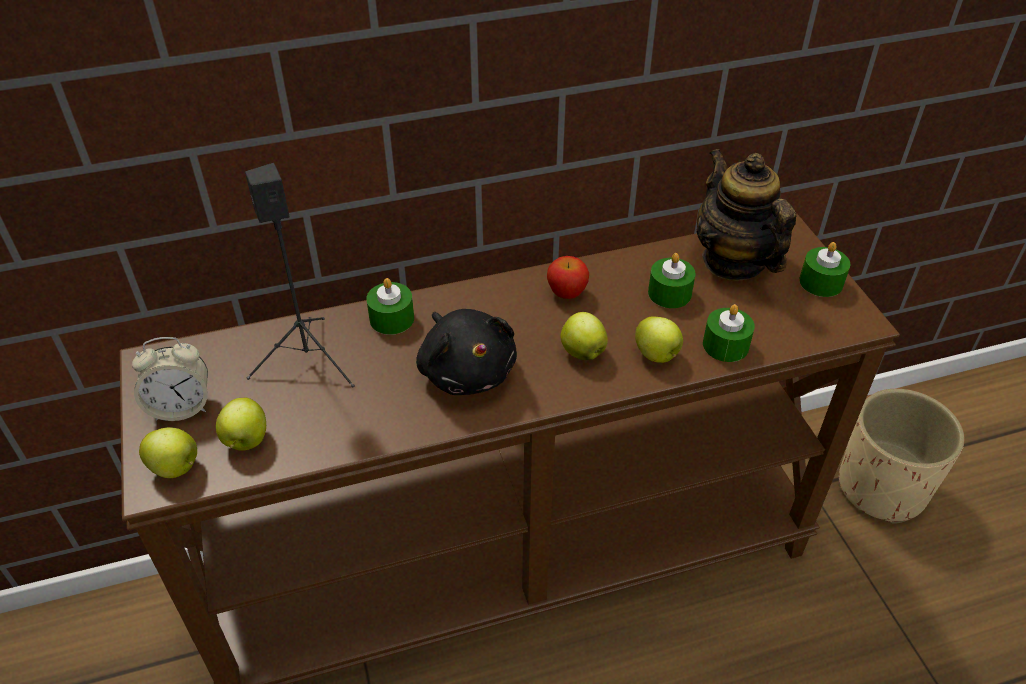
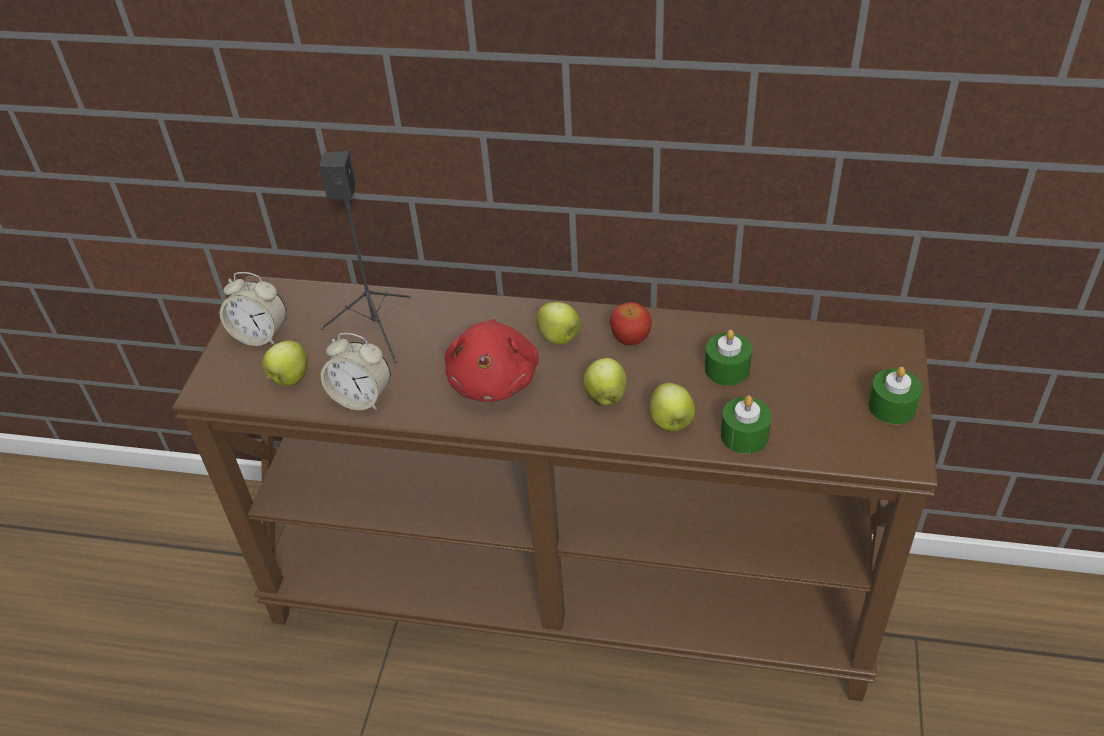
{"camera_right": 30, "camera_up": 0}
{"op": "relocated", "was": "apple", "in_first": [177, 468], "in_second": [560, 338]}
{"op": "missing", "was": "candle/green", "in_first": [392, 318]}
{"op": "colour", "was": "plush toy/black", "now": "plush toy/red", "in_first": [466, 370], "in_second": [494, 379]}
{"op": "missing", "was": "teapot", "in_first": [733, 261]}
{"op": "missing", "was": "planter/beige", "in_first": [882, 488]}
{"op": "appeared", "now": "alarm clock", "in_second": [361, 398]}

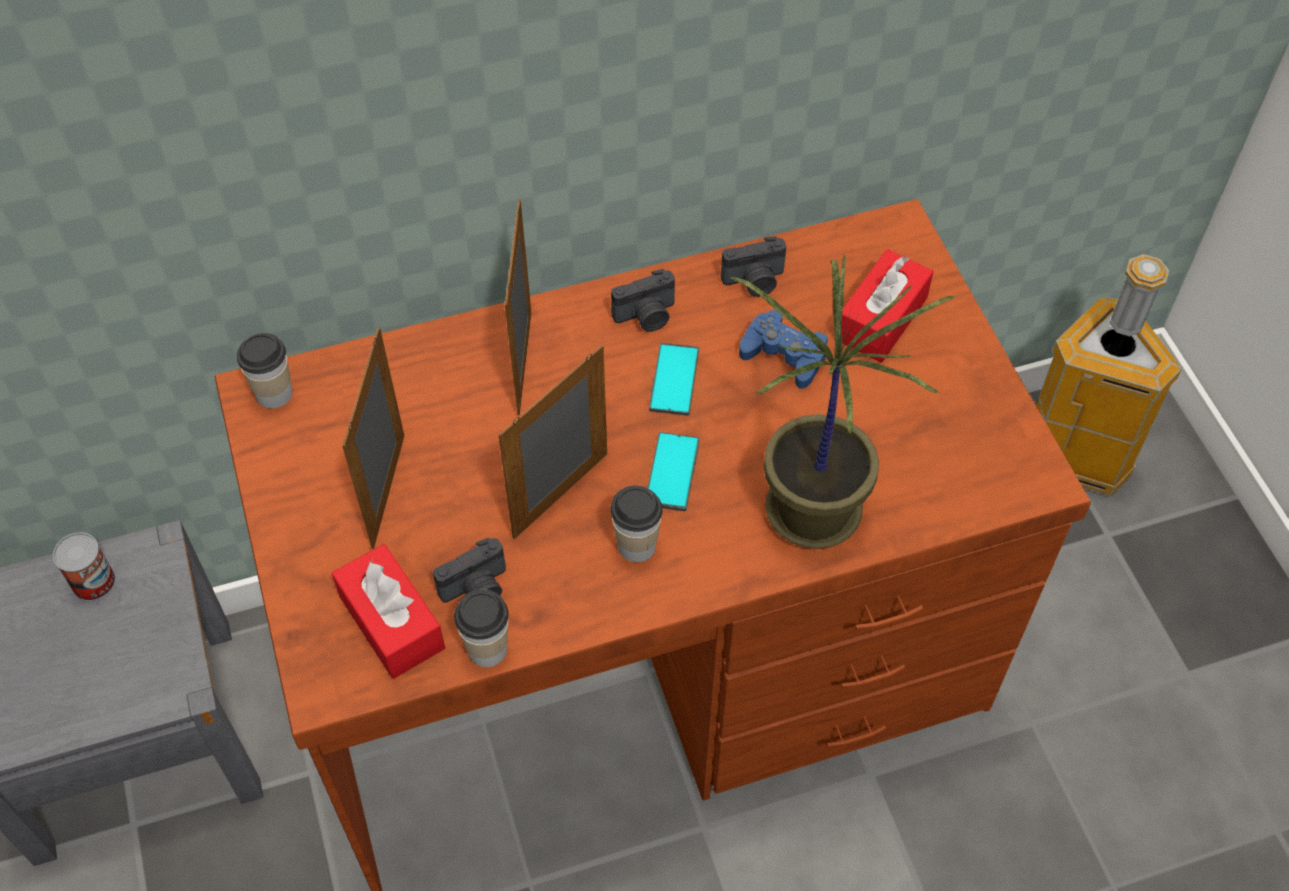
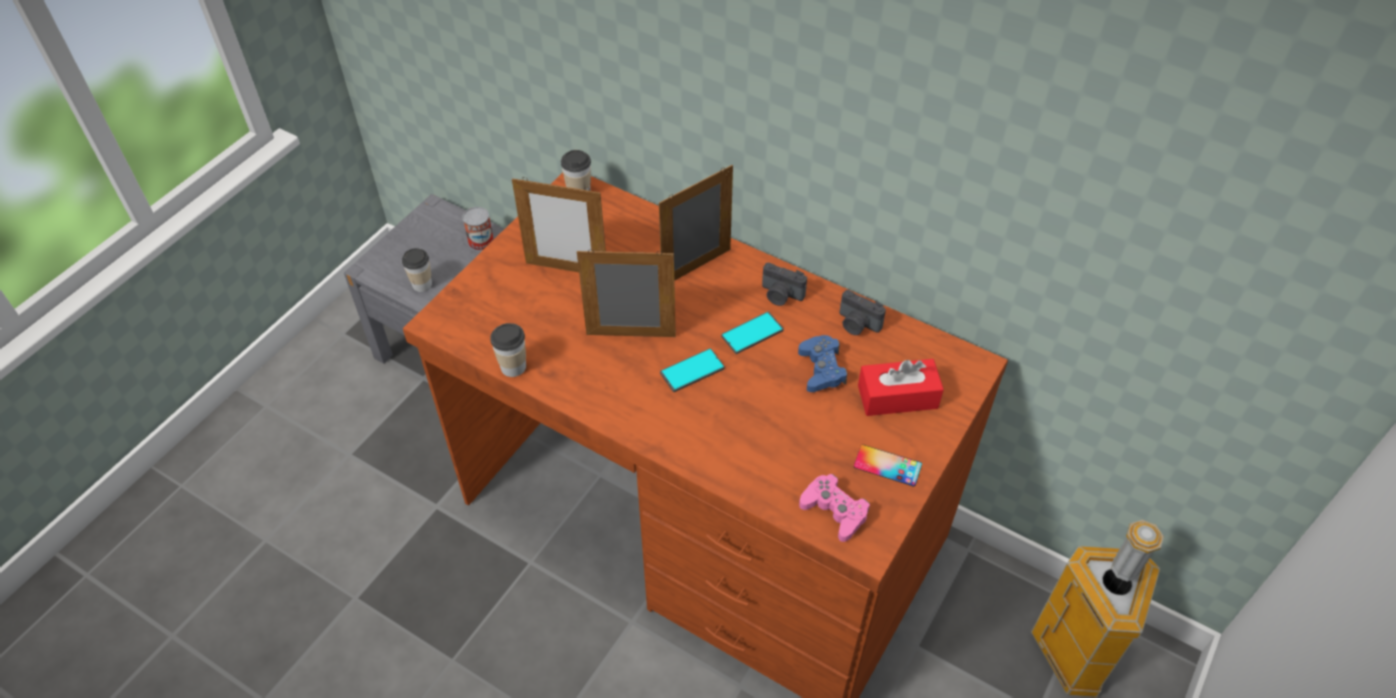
{"camera_right": 50, "camera_up": -5}
{"op": "missing", "was": "tissue box/red", "in_first": [391, 622]}
{"op": "spun", "was": "picture frame", "in_first": [388, 491], "in_second": [566, 269], "clockwise": -135}
{"op": "missing", "was": "photo camera", "in_first": [477, 589]}
{"op": "relocated", "was": "cup", "in_first": [636, 545], "in_second": [422, 284]}
{"op": "missing", "was": "potted plant", "in_first": [810, 508]}
{"op": "appeared", "now": "game controller/pink", "in_second": [834, 511]}
{"op": "appeared", "now": "phone", "in_second": [887, 465]}

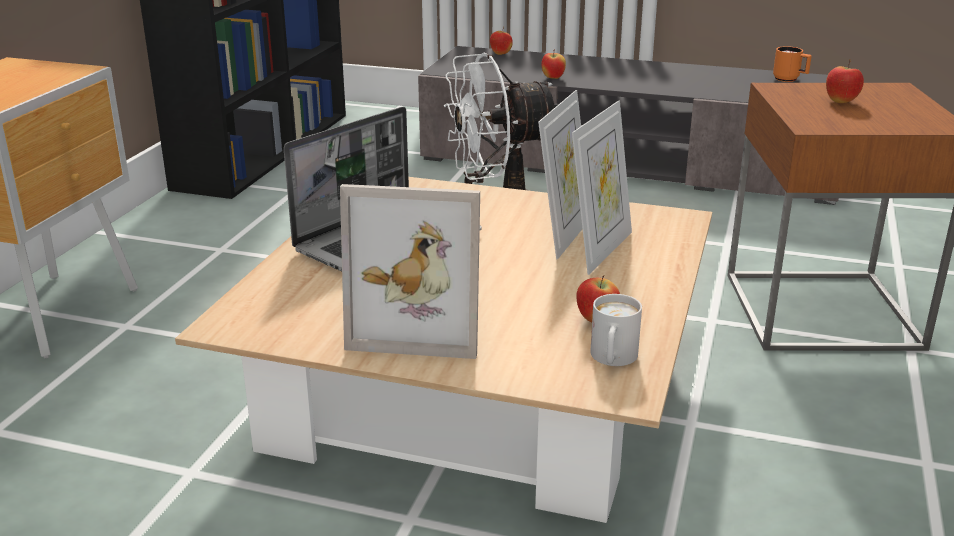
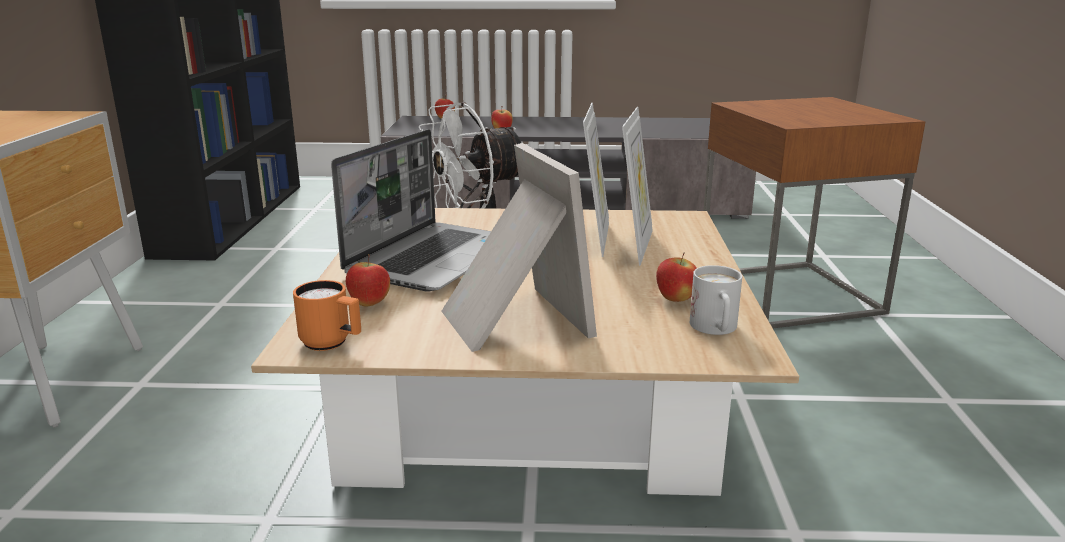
{"camera_right": -15, "camera_up": -5}
{"op": "spun", "was": "picture frame", "in_first": [421, 322], "in_second": [510, 320], "clockwise": -105}
{"op": "relocated", "was": "mug/orange", "in_first": [790, 80], "in_second": [332, 344]}
{"op": "relocated", "was": "apple", "in_first": [841, 102], "in_second": [369, 304]}

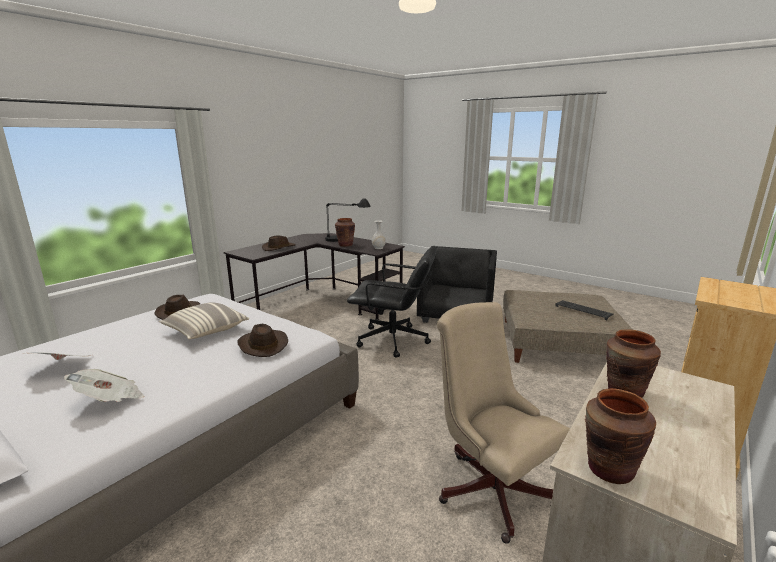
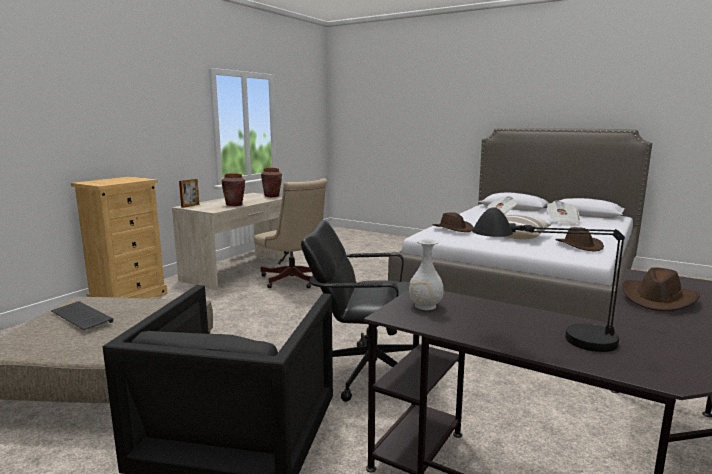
{"camera_right": 175, "camera_up": -5}
{"op": "missing", "was": "vase/brown", "in_first": [345, 245]}
{"op": "appeared", "now": "picture frame", "in_second": [190, 206]}

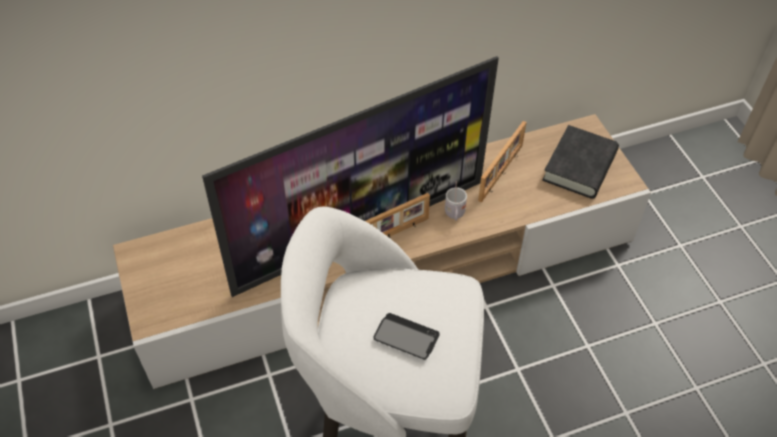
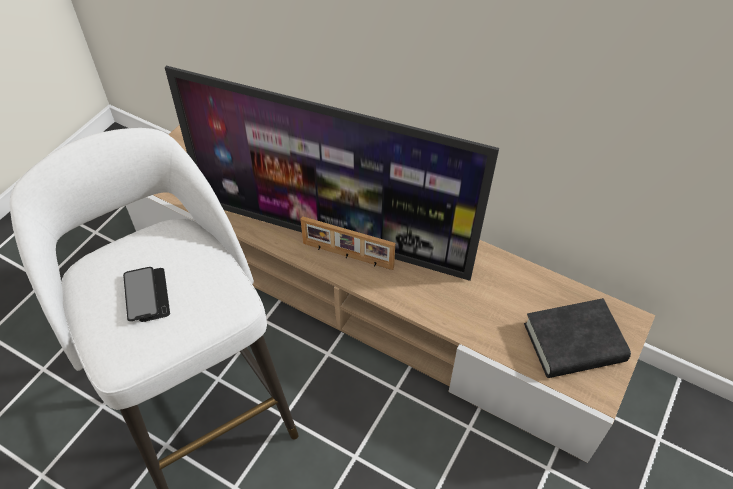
{"camera_right": 50, "camera_up": 0}
{"op": "missing", "was": "mug/white", "in_first": [454, 215]}
{"op": "missing", "was": "picture frame", "in_first": [502, 173]}

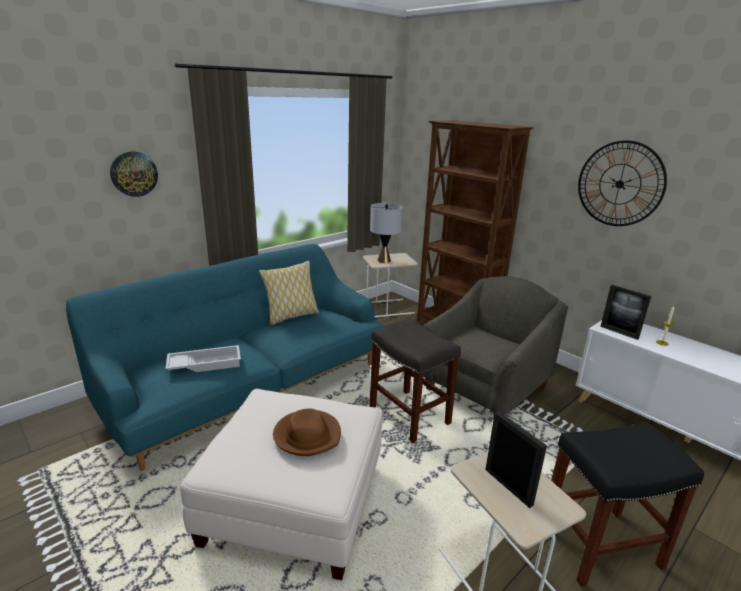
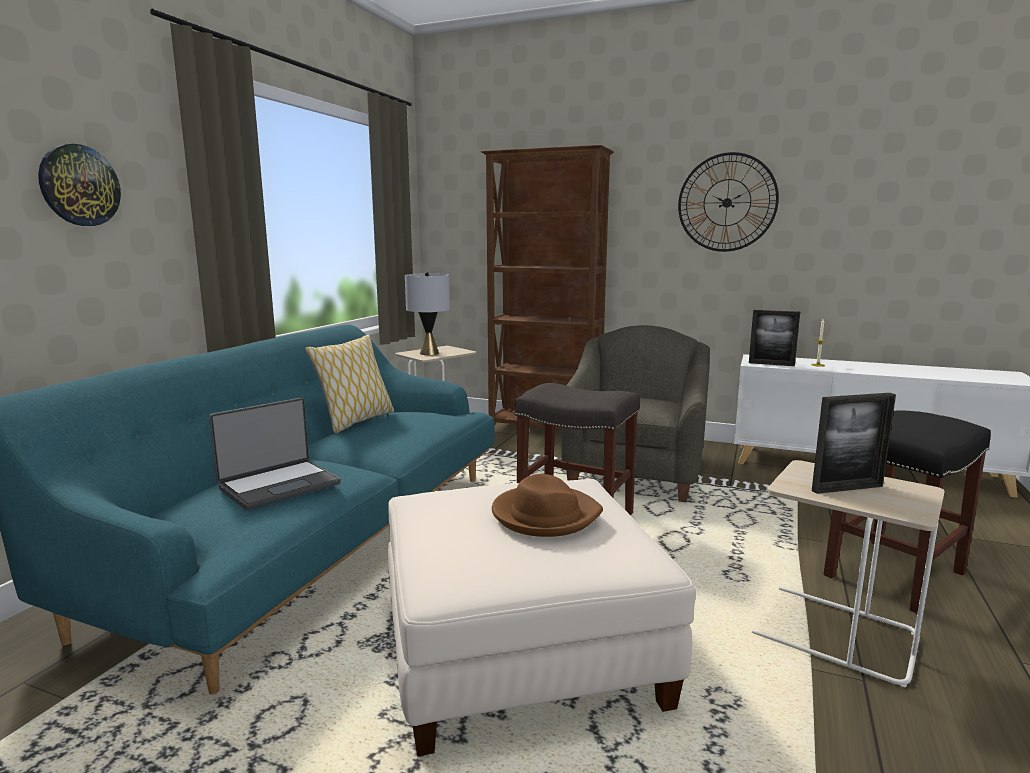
{"camera_right": -25, "camera_up": -10}
{"op": "exchanged", "was": "tray/white", "now": "laptop", "in_first": [205, 363], "in_second": [279, 485]}
{"op": "spun", "was": "picture frame", "in_first": [508, 486], "in_second": [847, 488], "clockwise": 135}

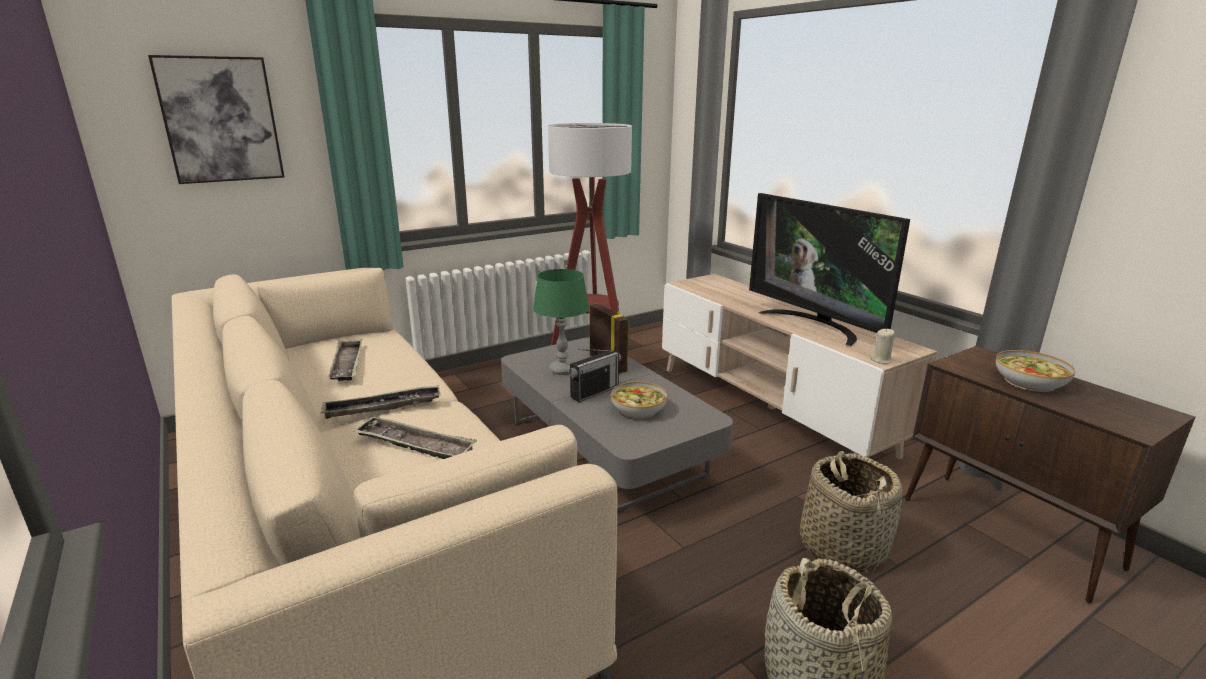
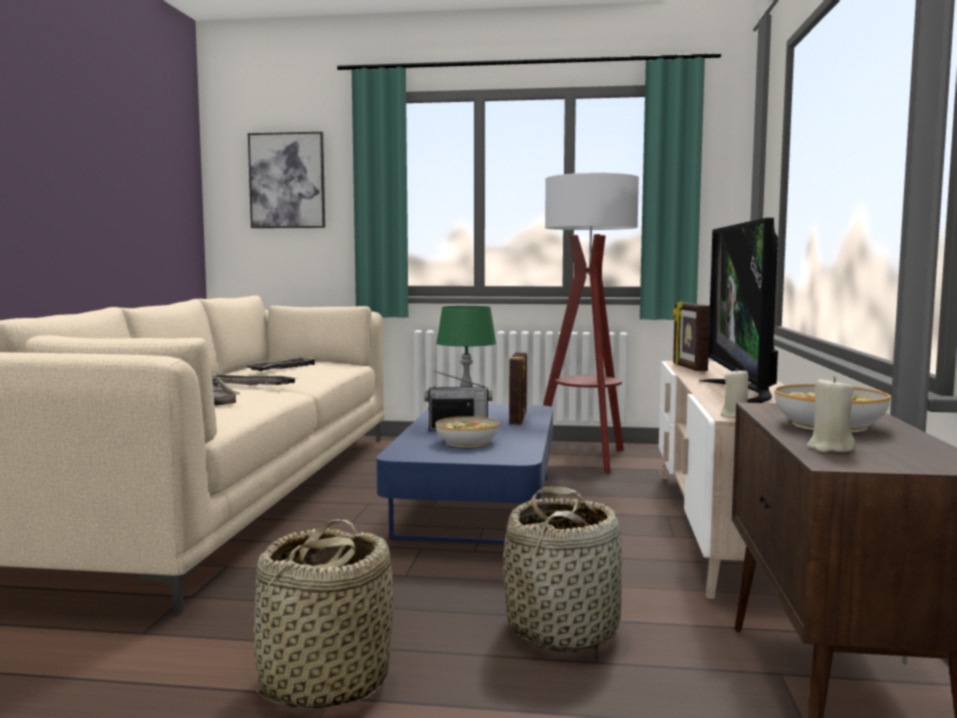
{"camera_right": 40, "camera_up": -15}
{"op": "colour", "was": "coffee table/grey", "now": "coffee table/blue", "in_first": [605, 448], "in_second": [477, 506]}
{"op": "appeared", "now": "picture frame", "in_second": [688, 368]}
{"op": "appeared", "now": "candle/beige", "in_second": [830, 448]}

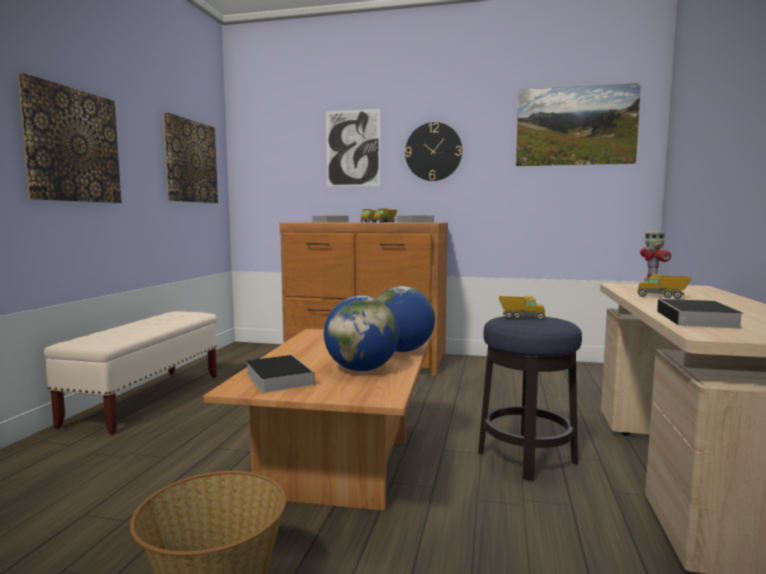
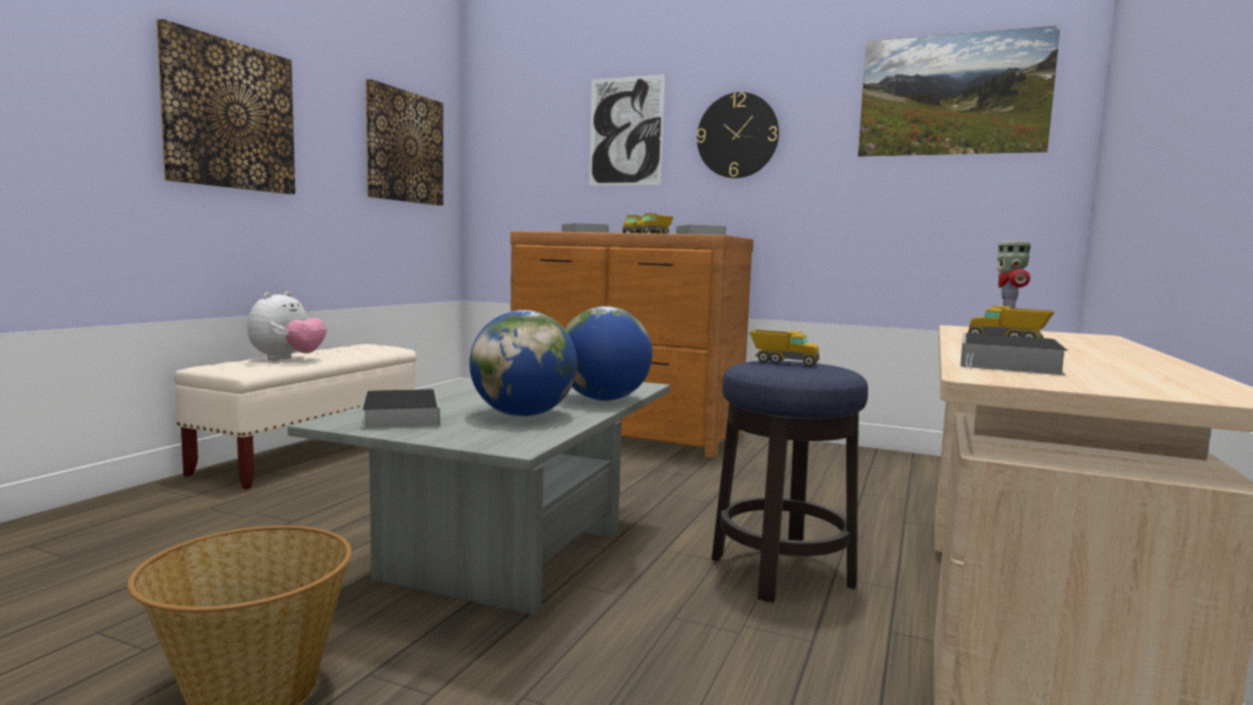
{"camera_right": 10, "camera_up": 0}
{"op": "colour", "was": "coffee table/brown", "now": "coffee table/grey", "in_first": [342, 467], "in_second": [510, 557]}
{"op": "appeared", "now": "plush toy", "in_second": [287, 359]}

